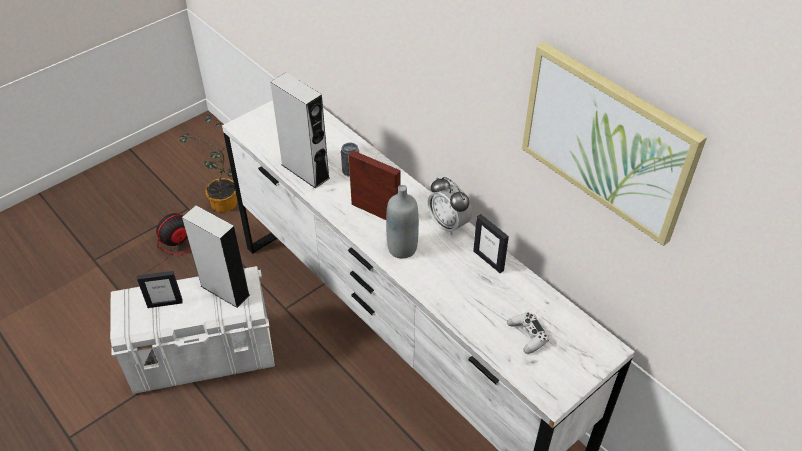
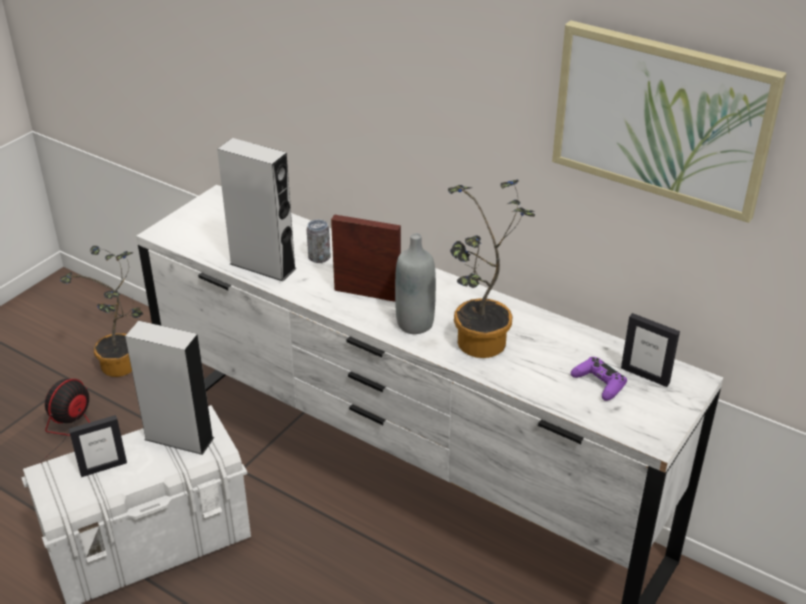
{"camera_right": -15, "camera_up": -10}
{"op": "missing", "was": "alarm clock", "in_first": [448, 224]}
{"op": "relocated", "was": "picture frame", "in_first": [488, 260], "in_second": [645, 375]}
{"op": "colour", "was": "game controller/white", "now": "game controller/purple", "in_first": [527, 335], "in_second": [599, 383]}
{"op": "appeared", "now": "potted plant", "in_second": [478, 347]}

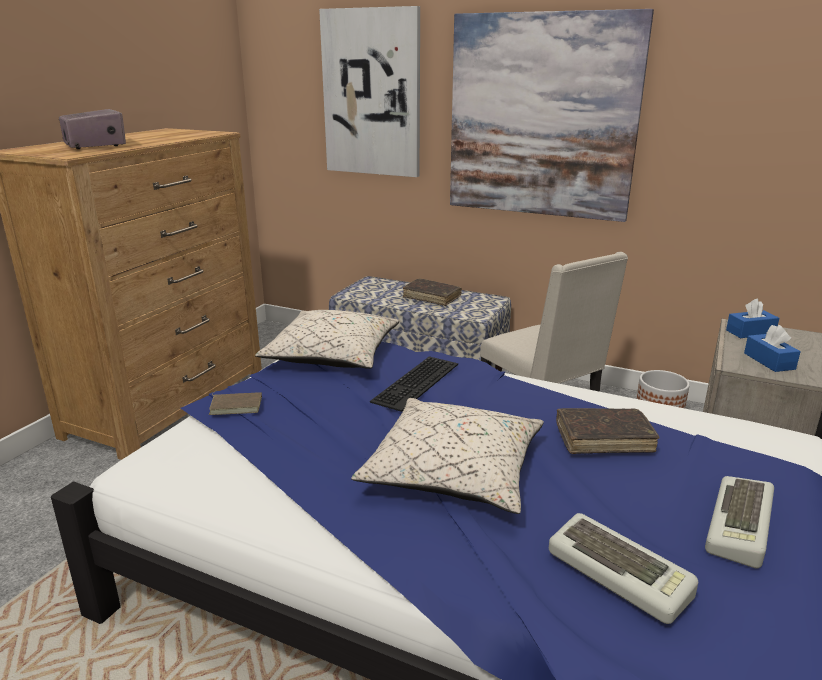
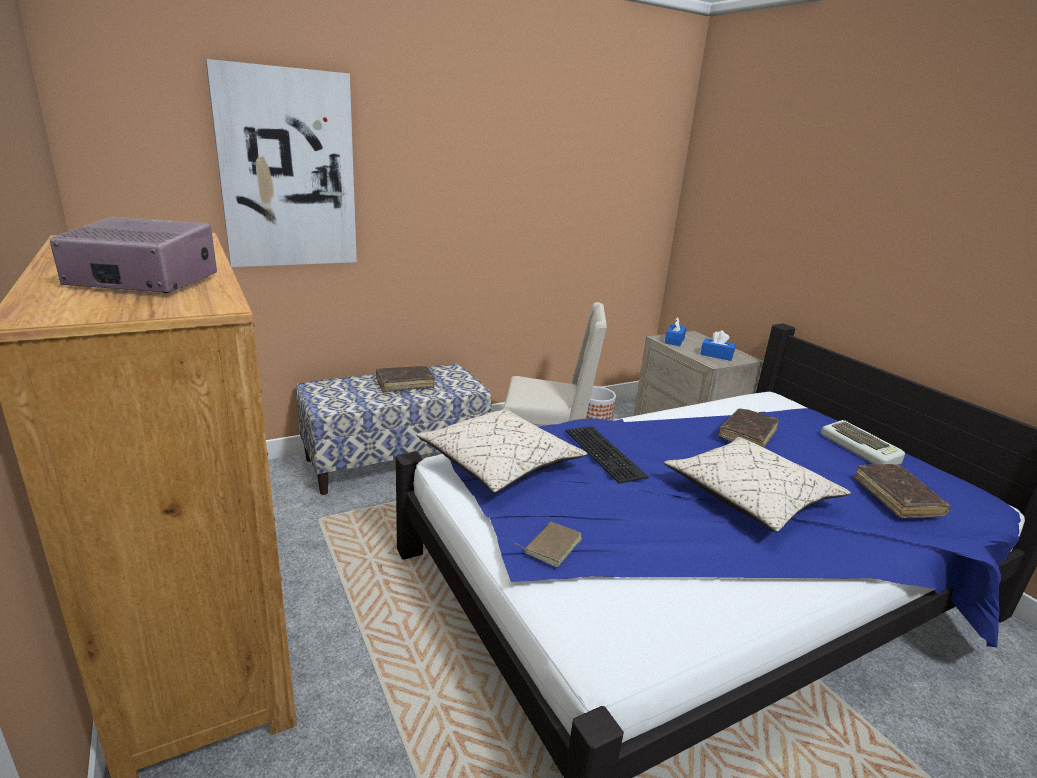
{"camera_right": -55, "camera_up": 0}
{"op": "missing", "was": "picture", "in_first": [541, 117]}
{"op": "exchanged", "was": "keyboard", "now": "book/brown", "in_first": [621, 574], "in_second": [897, 498]}

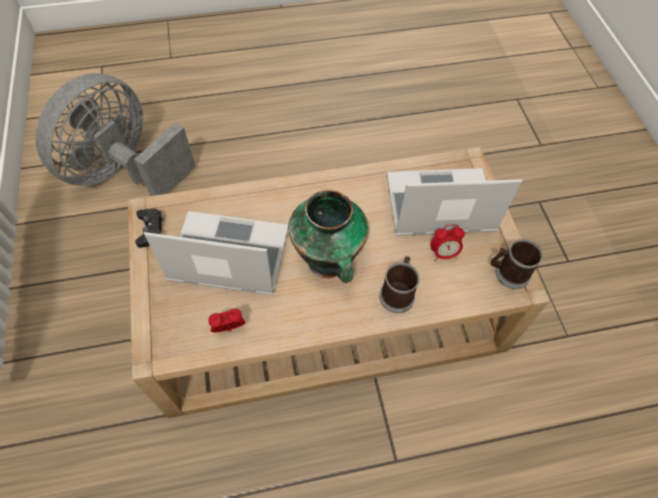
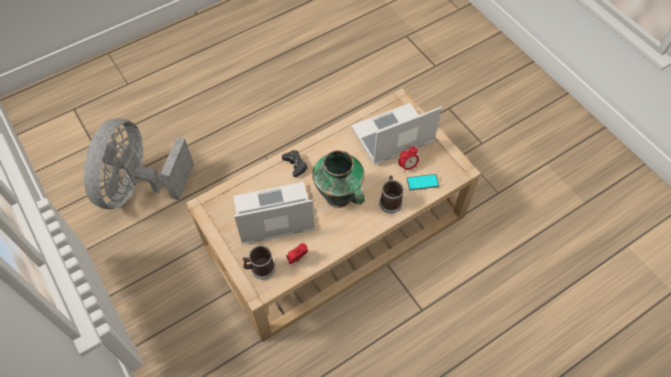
{"camera_right": -20, "camera_up": 0}
{"op": "relocated", "was": "game controller/black", "in_first": [151, 230], "in_second": [295, 165]}
{"op": "relocated", "was": "mug", "in_first": [508, 273], "in_second": [260, 268]}
{"op": "appeared", "now": "phone", "in_second": [422, 182]}

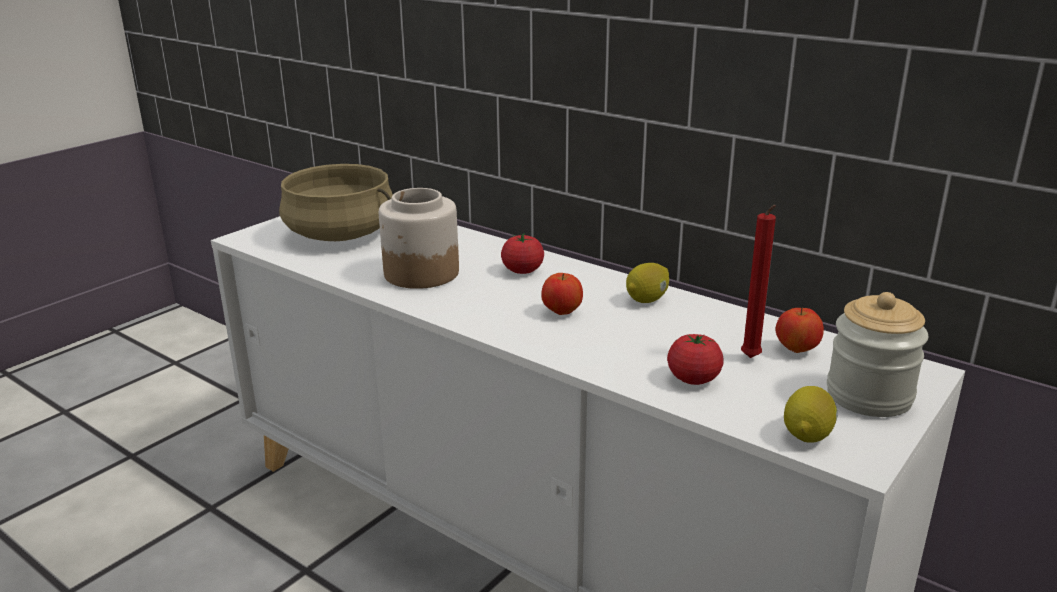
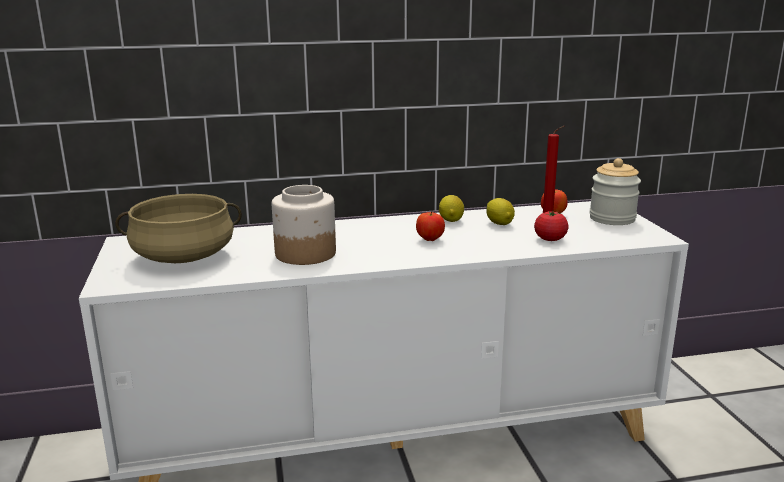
{"camera_right": -50, "camera_up": -5}
{"op": "missing", "was": "tomato", "in_first": [522, 270]}
{"op": "relocated", "was": "lemon", "in_first": [807, 434], "in_second": [499, 223]}

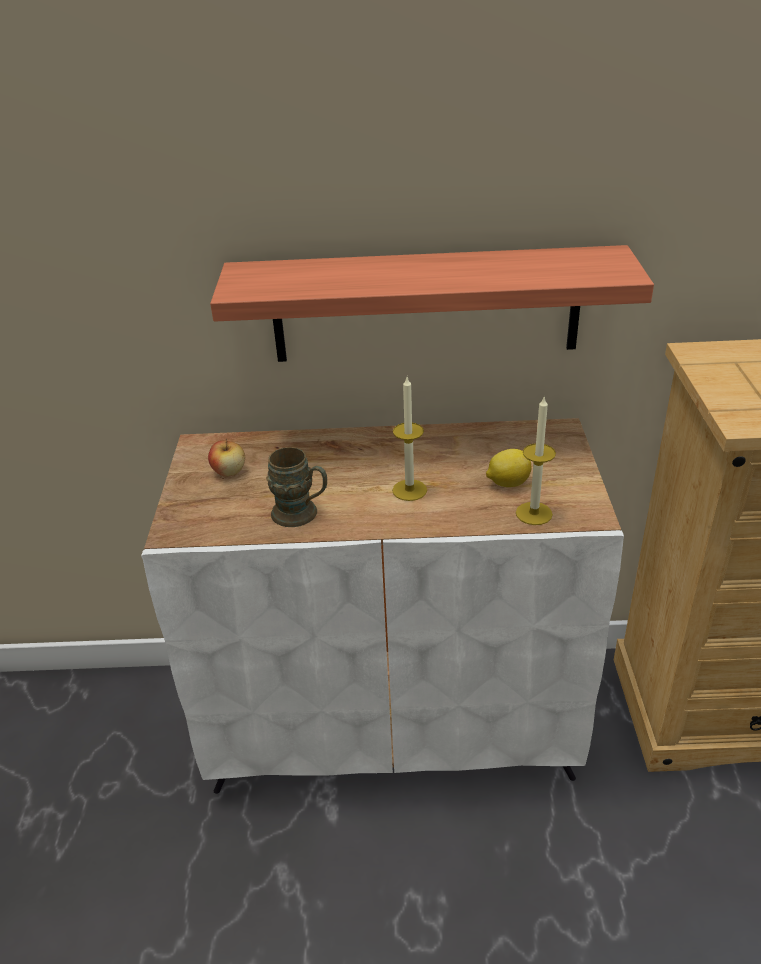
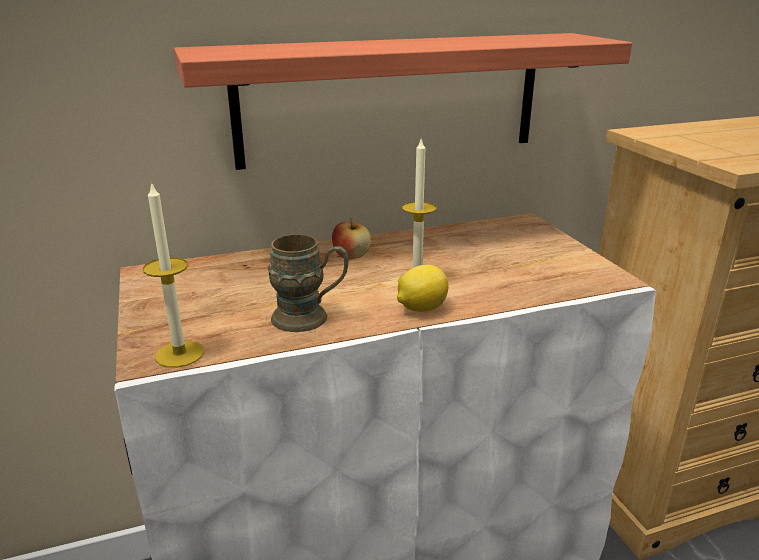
{"camera_right": -20, "camera_up": -10}
{"op": "relocated", "was": "apple", "in_first": [229, 472], "in_second": [351, 256]}
{"op": "relocated", "was": "lemon", "in_first": [507, 483], "in_second": [420, 308]}
{"op": "relocated", "was": "candle", "in_first": [534, 513], "in_second": [179, 354]}

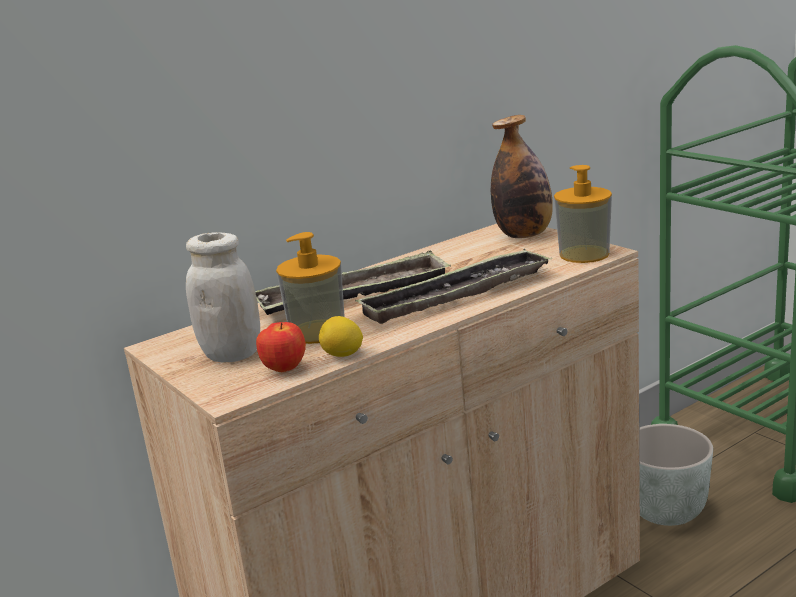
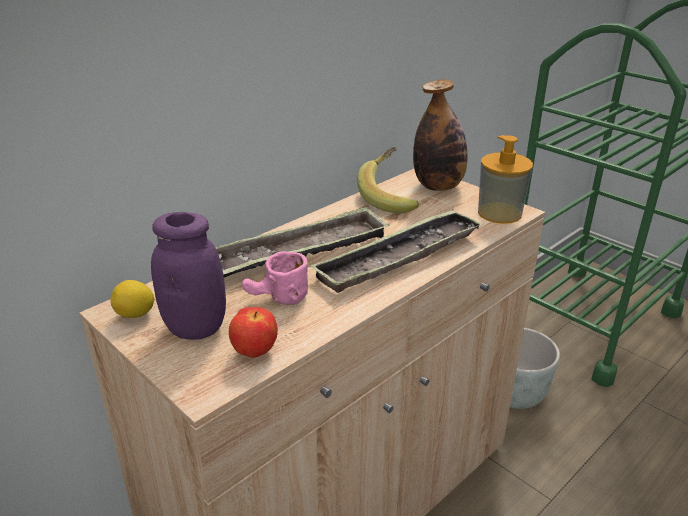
{"camera_right": -10, "camera_up": 10}
{"op": "colour", "was": "jar/white", "now": "jar/purple", "in_first": [232, 354], "in_second": [196, 328]}
{"op": "exchanged", "was": "soap dispenser", "now": "mug/pink", "in_first": [317, 332], "in_second": [277, 299]}
{"op": "relocated", "was": "lemon", "in_first": [343, 355], "in_second": [135, 315]}
{"op": "appeared", "now": "banana", "in_second": [392, 197]}

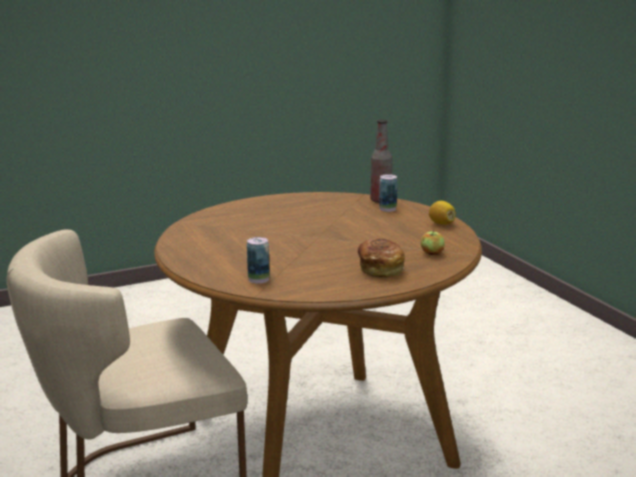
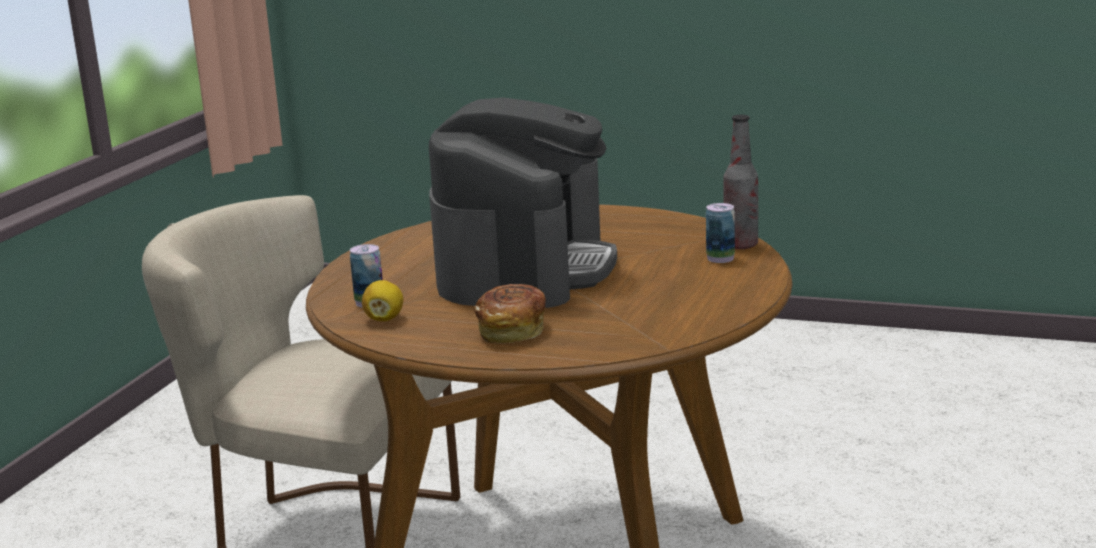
{"camera_right": 45, "camera_up": 0}
{"op": "missing", "was": "apple", "in_first": [432, 253]}
{"op": "relocated", "was": "lemon", "in_first": [441, 224], "in_second": [384, 319]}
{"op": "appeared", "now": "coffee machine", "in_second": [525, 269]}

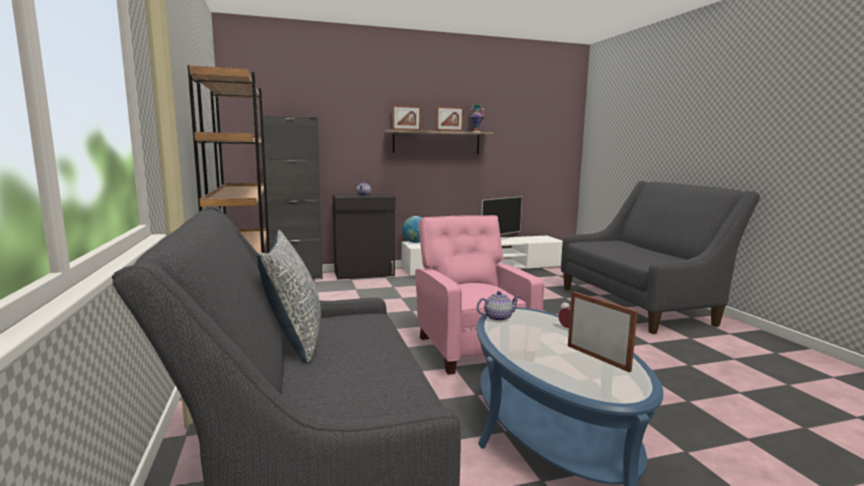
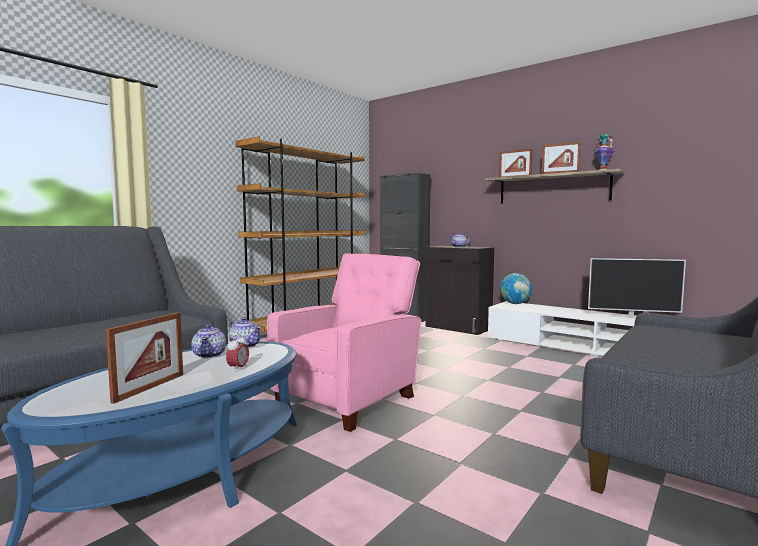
{"camera_right": 55, "camera_up": -5}
{"op": "missing", "was": "pillow", "in_first": [295, 339]}
{"op": "appeared", "now": "teapot", "in_second": [210, 355]}

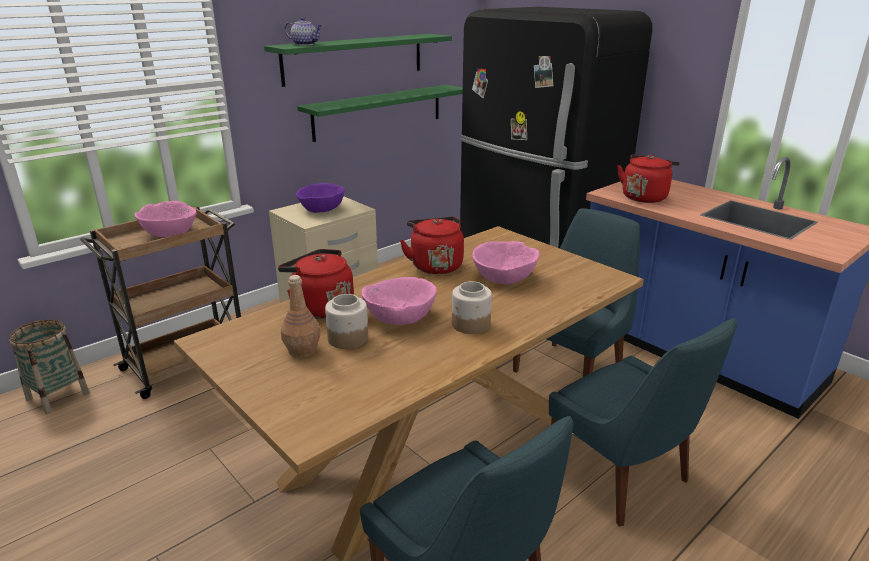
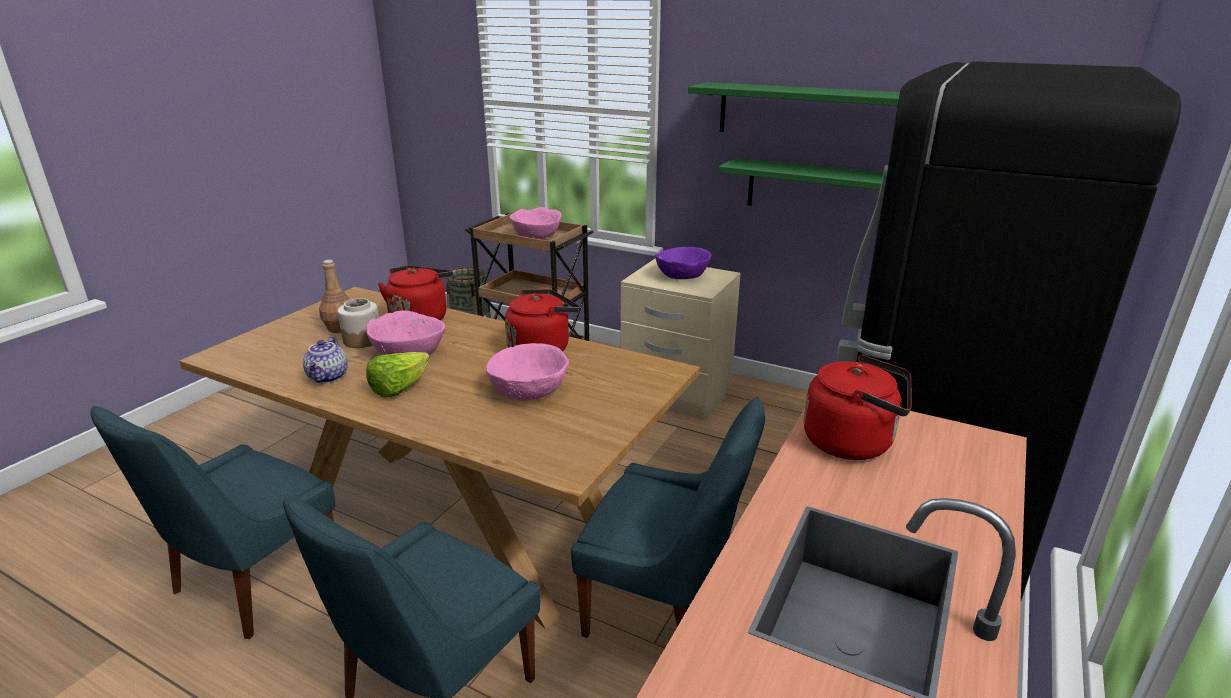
{"camera_right": 70, "camera_up": 0}
{"op": "relocated", "was": "teapot", "in_first": [305, 44], "in_second": [329, 377]}
{"op": "exchanged", "was": "jar", "now": "lettuce", "in_first": [471, 324], "in_second": [399, 388]}

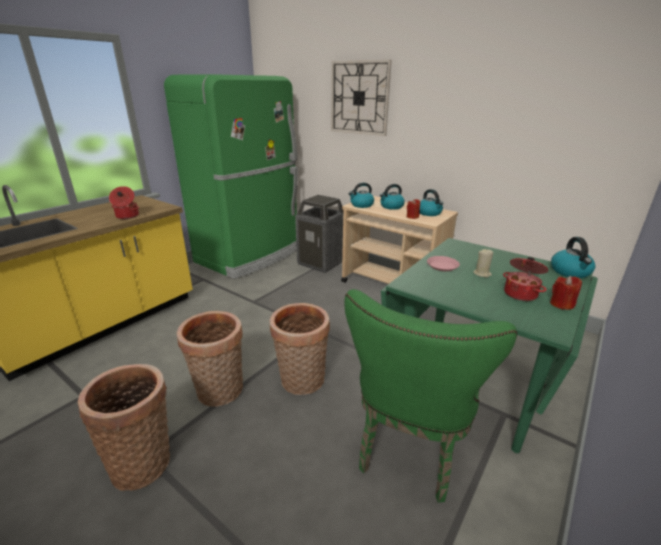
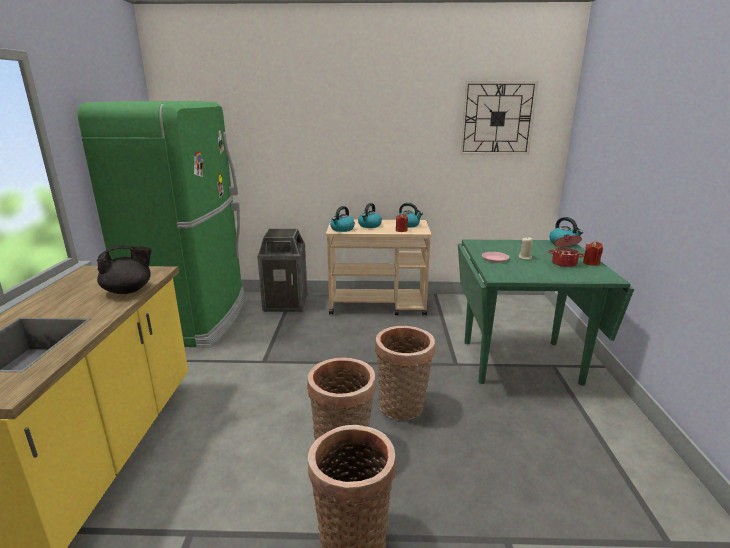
{"camera_right": -35, "camera_up": -5}
{"op": "exchanged", "was": "cooking pot", "now": "teapot/black", "in_first": [127, 216], "in_second": [129, 290]}
{"op": "relocated", "was": "wall clock", "in_first": [359, 98], "in_second": [497, 118]}
{"op": "missing", "was": "chair/green", "in_first": [411, 448]}

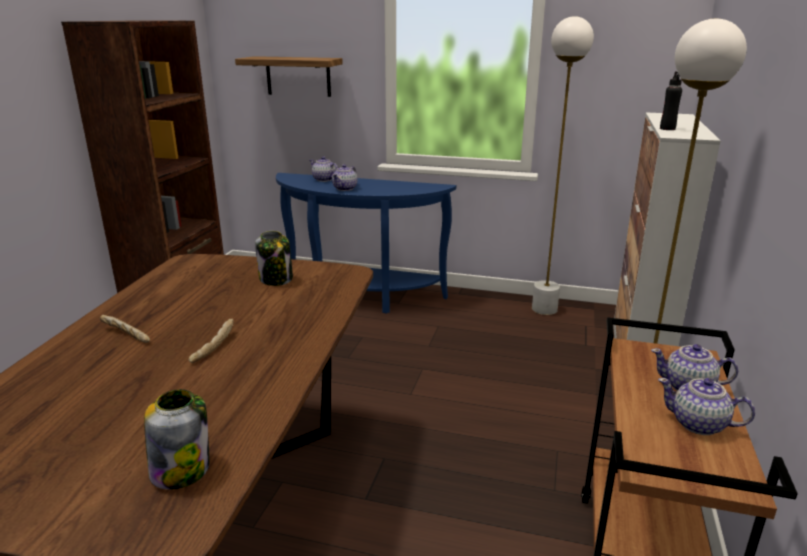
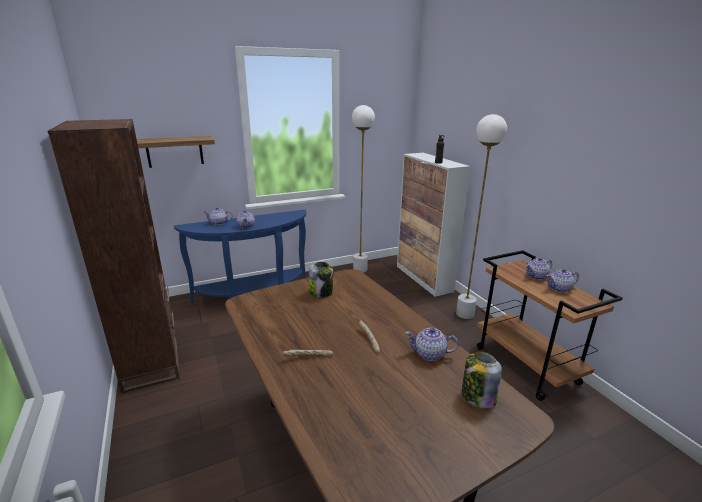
{"camera_right": -40, "camera_up": 0}
{"op": "appeared", "now": "teapot", "in_second": [430, 354]}

